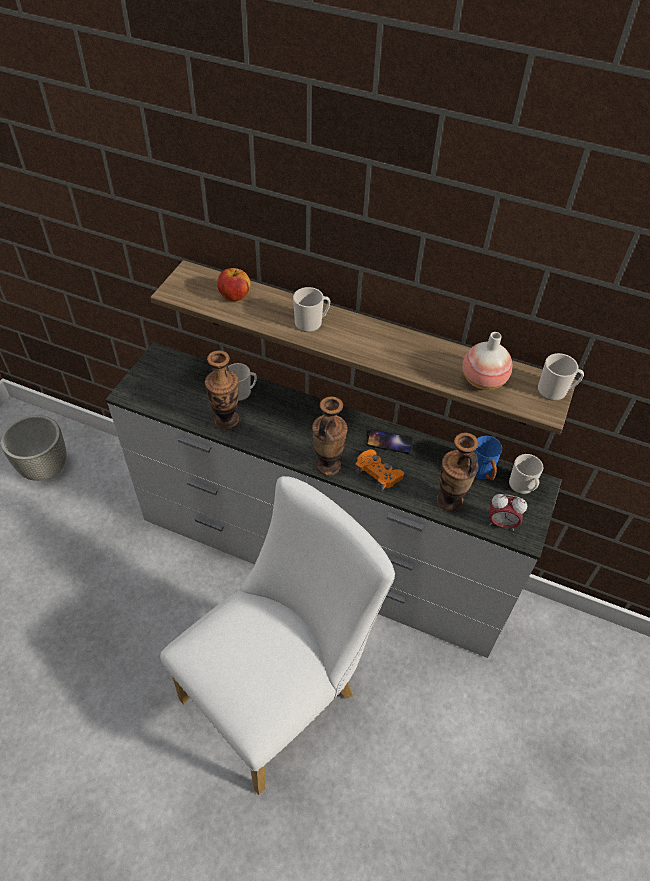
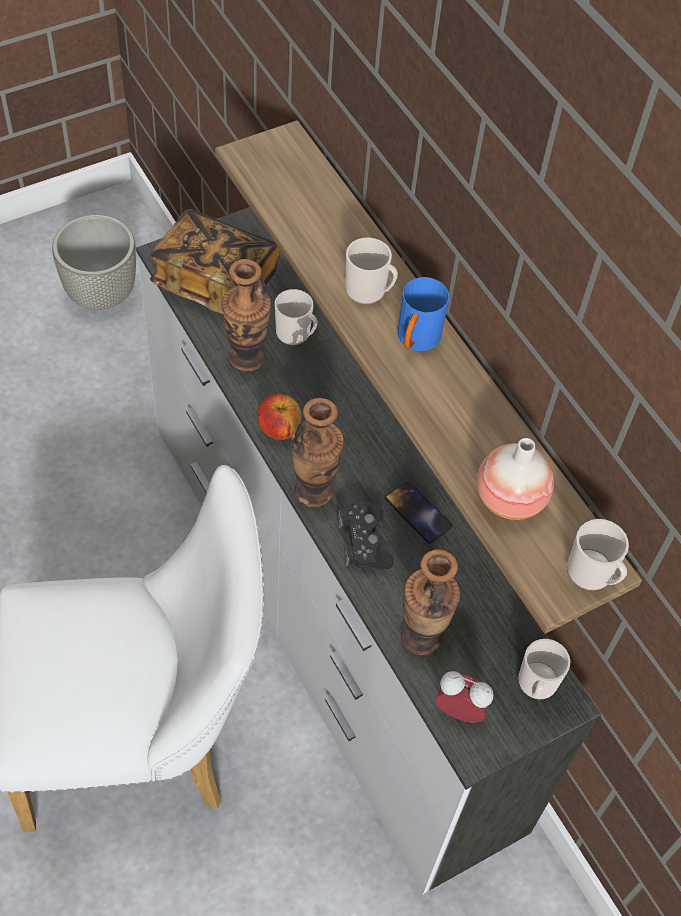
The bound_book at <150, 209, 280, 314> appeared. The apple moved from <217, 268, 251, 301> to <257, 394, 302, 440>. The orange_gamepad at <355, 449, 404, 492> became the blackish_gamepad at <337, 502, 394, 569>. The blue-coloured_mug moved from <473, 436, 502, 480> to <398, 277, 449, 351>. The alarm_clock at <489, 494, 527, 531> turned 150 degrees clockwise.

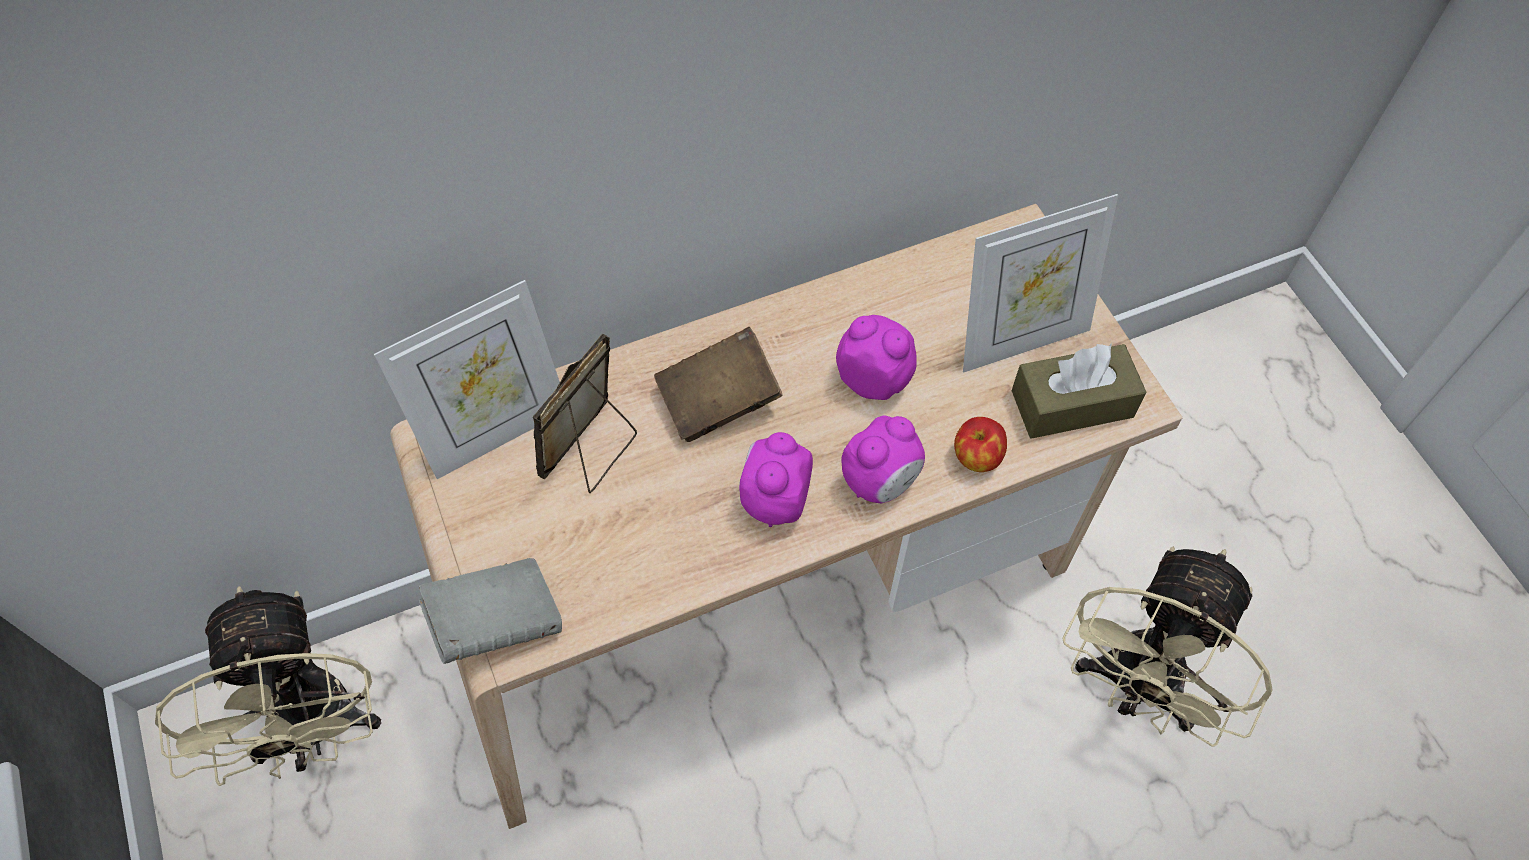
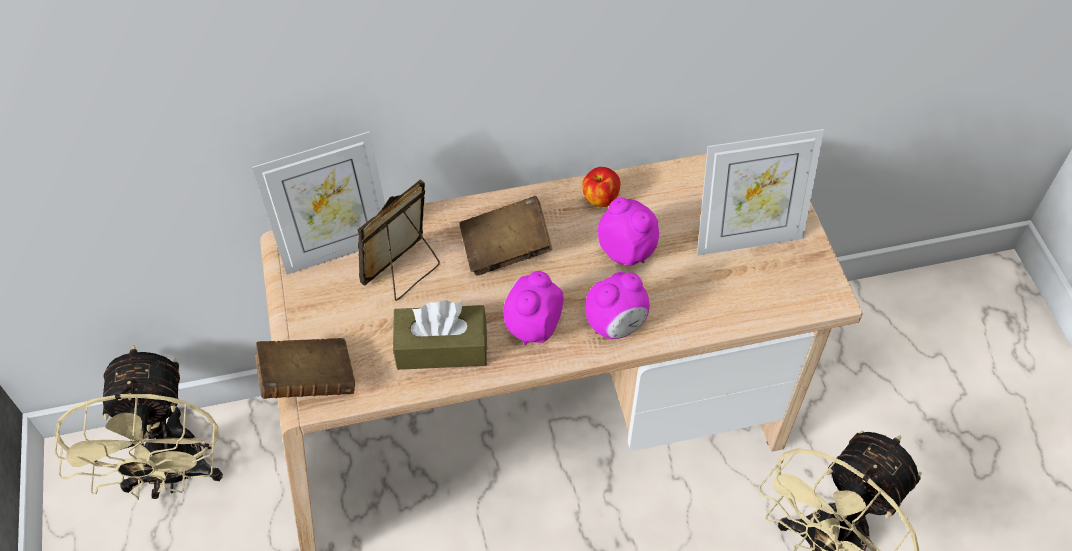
The grey_bound_book at <419, 558, 562, 664> became the brown_bound_book at <255, 338, 355, 399>. The brown_box_of_tissues moved from <1012, 343, 1146, 439> to <393, 300, 487, 370>. The apple moved from <954, 417, 1007, 472> to <582, 167, 620, 207>.

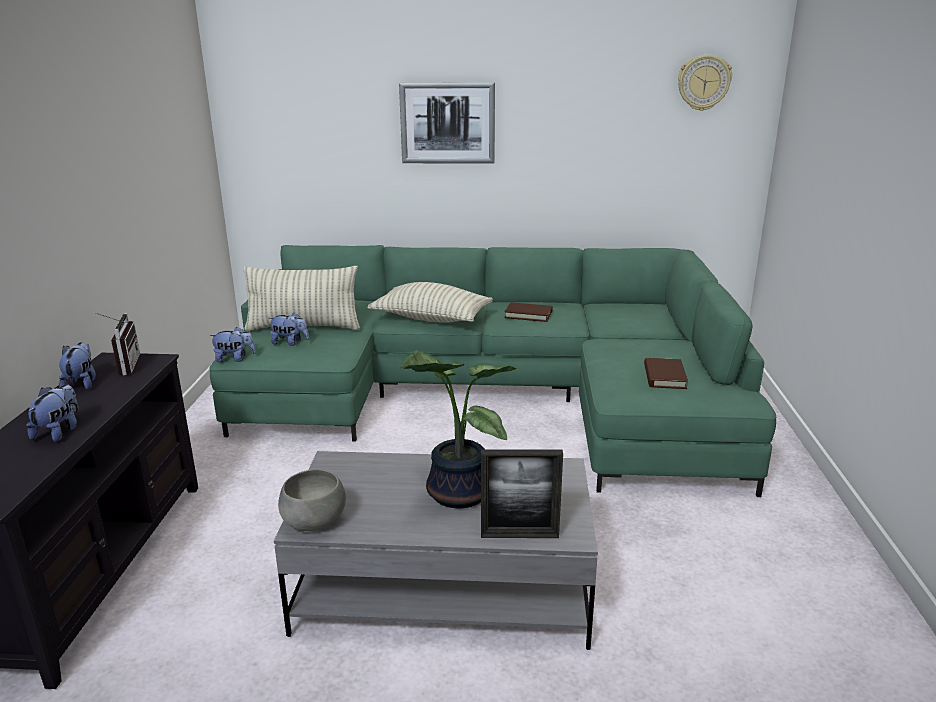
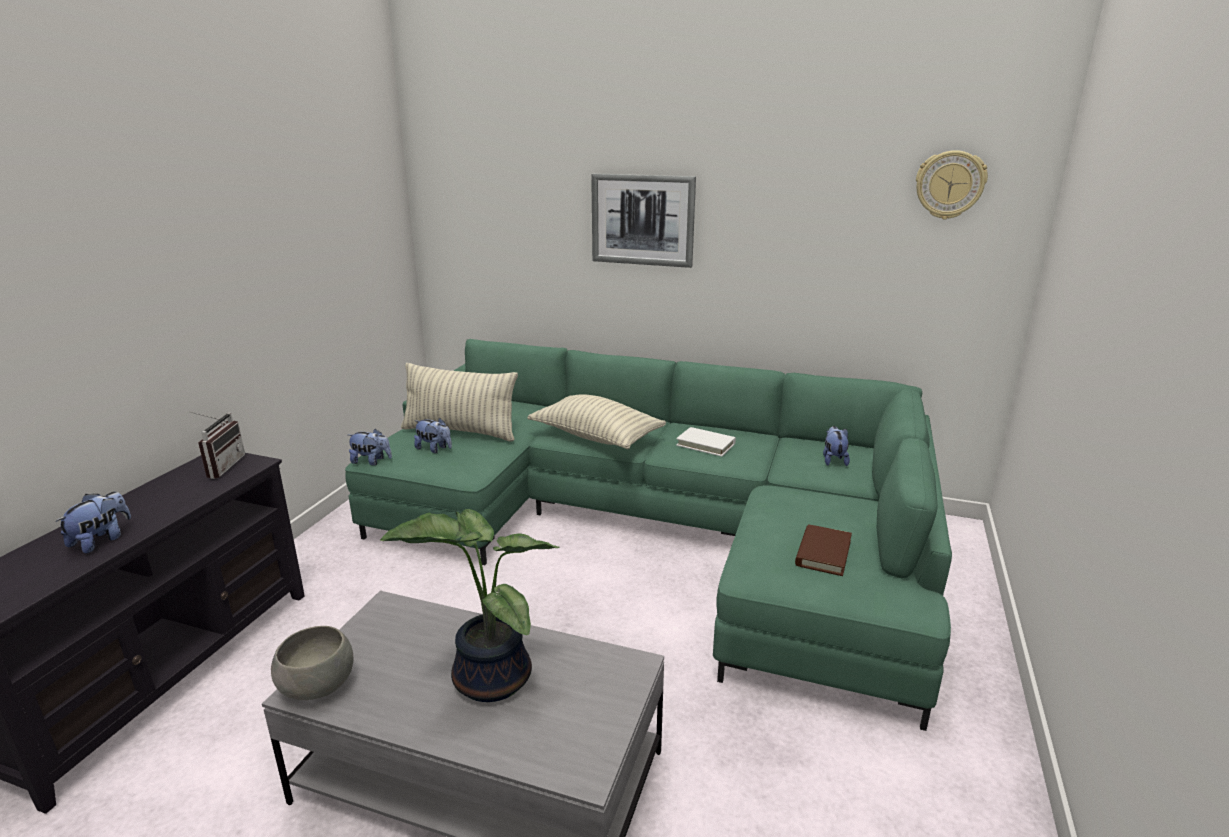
The brown_bound_book at <504, 302, 553, 322> became the white-coloured_bound_book at <676, 427, 736, 457>. The plush_toy moved from <59, 342, 96, 390> to <823, 426, 850, 466>. The photo_frame at <481, 450, 563, 538> disappeared.

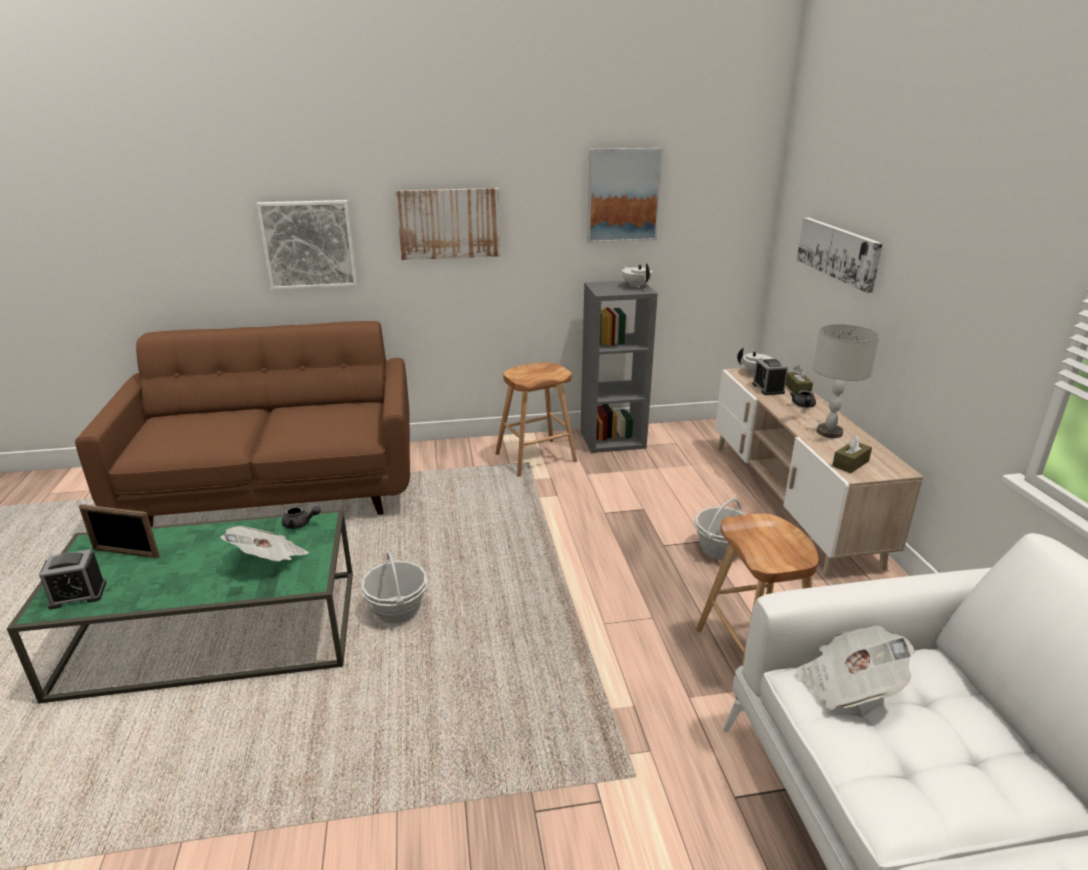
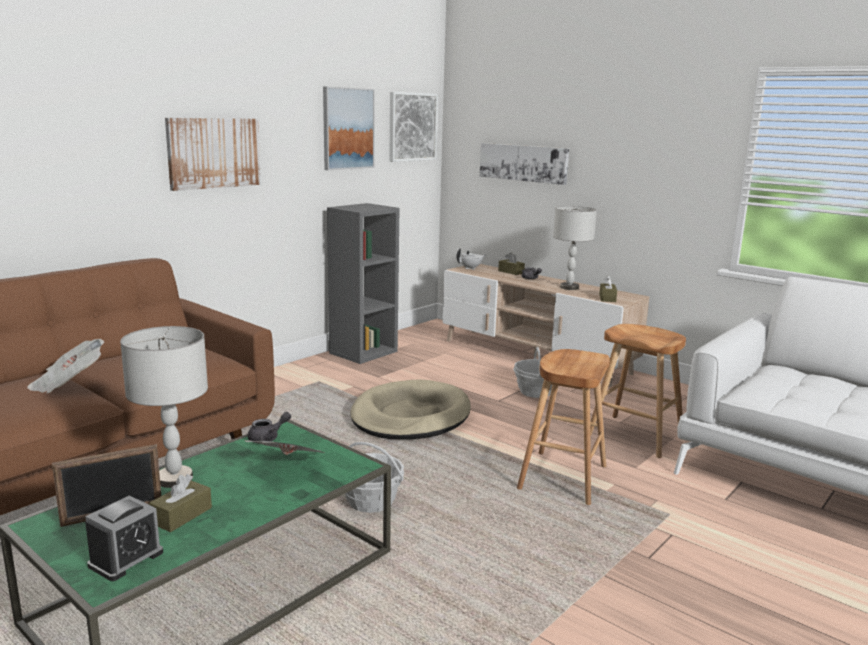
The daily_paper moved from <796, 626, 915, 710> to <27, 339, 105, 393>. The grey_lamp_for_a_table at <120, 326, 208, 488> appeared. The brown_box_of_tissues at <149, 474, 212, 532> appeared. The sand-coloured_dog_bed at <350, 379, 471, 439> appeared. The wall_picture moved from <256, 200, 357, 290> to <389, 92, 438, 162>. The brown_stool moved from <495, 362, 577, 477> to <517, 349, 610, 505>. The white-coloured_pot_for_tea at <622, 263, 652, 288> disappeared. The alarm_clock at <752, 359, 788, 395> disappeared.

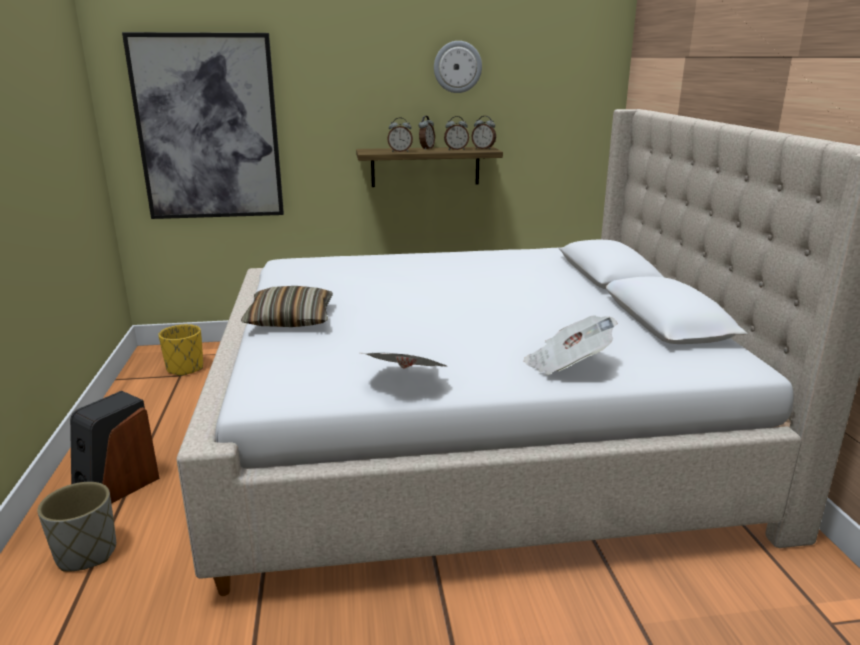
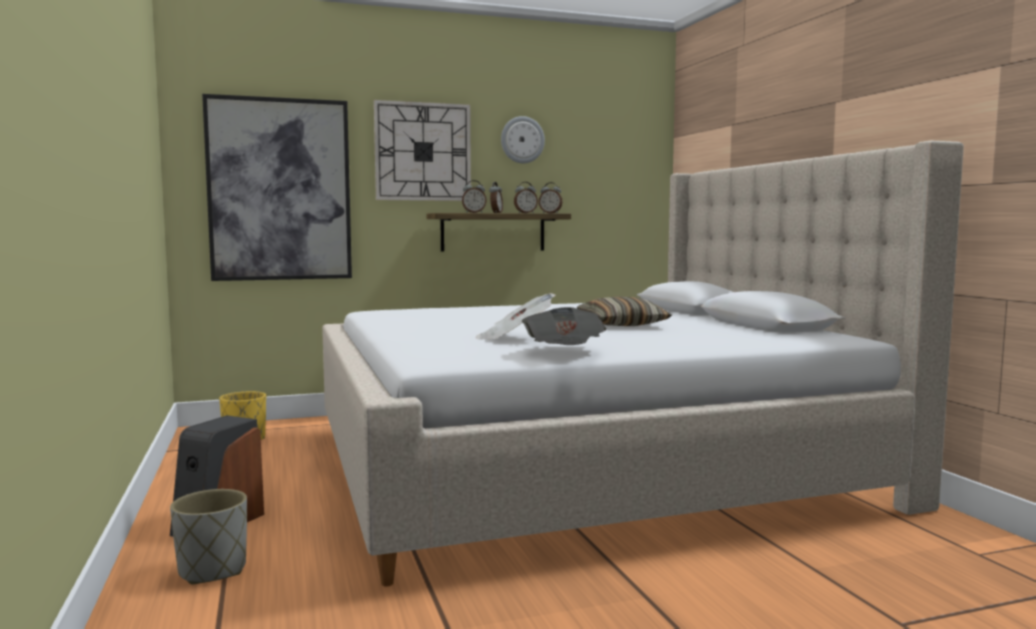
The hanging_clock at <374, 100, 471, 201> appeared. The daily_paper moved from <523, 315, 618, 375> to <475, 293, 556, 340>. The pillow moved from <241, 286, 333, 327> to <576, 296, 672, 326>.

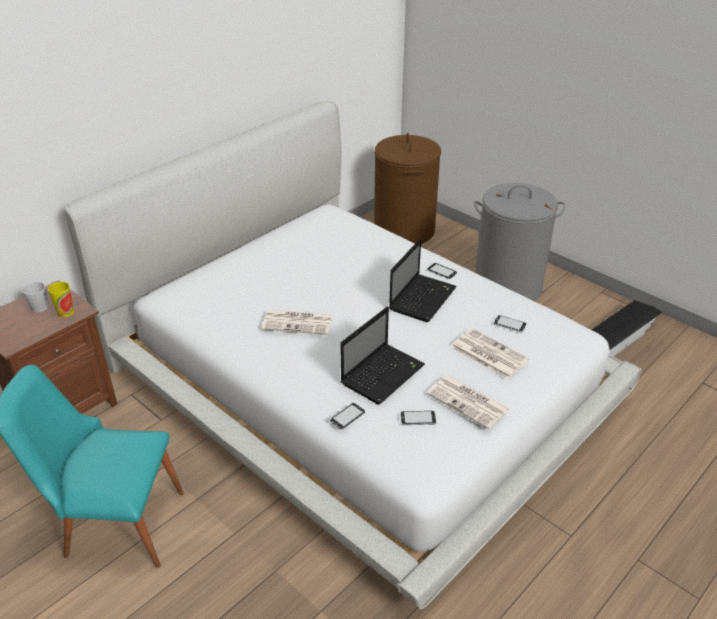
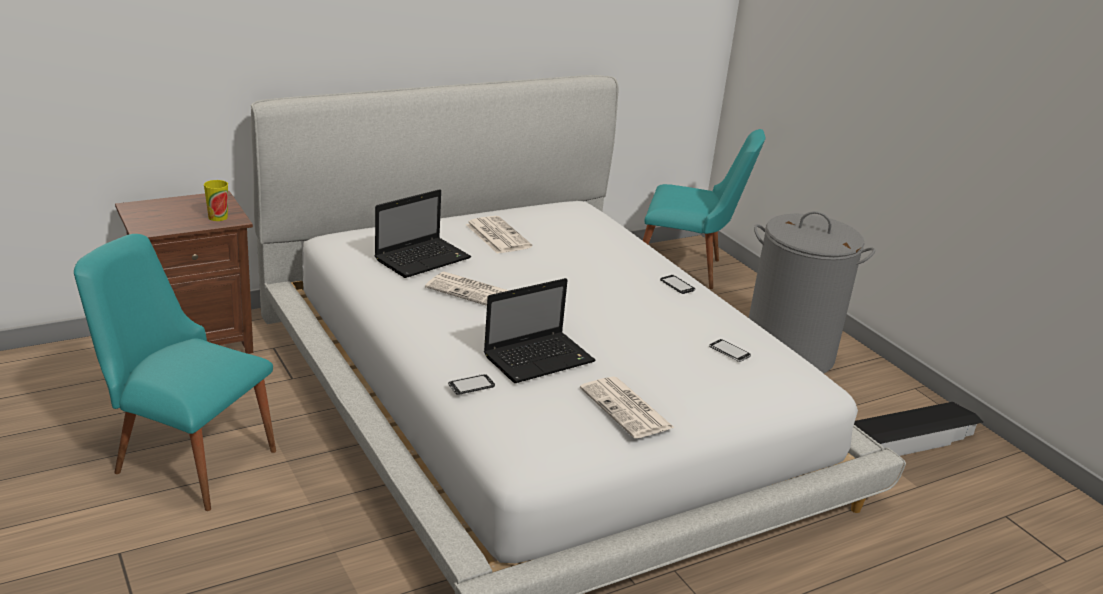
The portable_computer moved from <389, 239, 457, 322> to <375, 189, 471, 278>. The daily_paper moved from <451, 329, 529, 380> to <465, 216, 532, 254>. The brown_washing_basket at <374, 133, 441, 244> was replaced by the blue-green_chair at <643, 129, 765, 289>. The grey_mug at <22, 282, 48, 312> disappeared. The phone at <401, 411, 436, 426> disappeared.

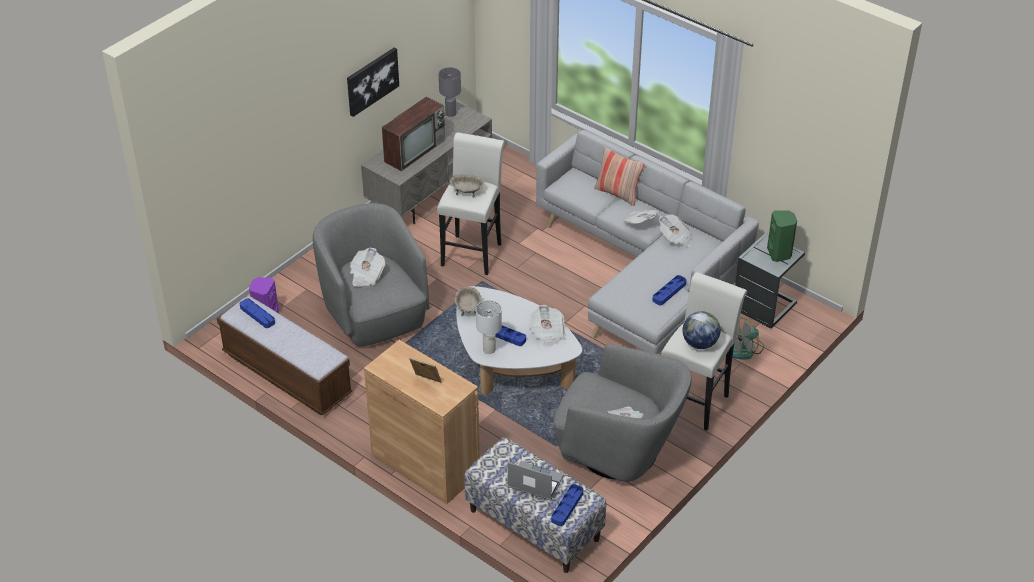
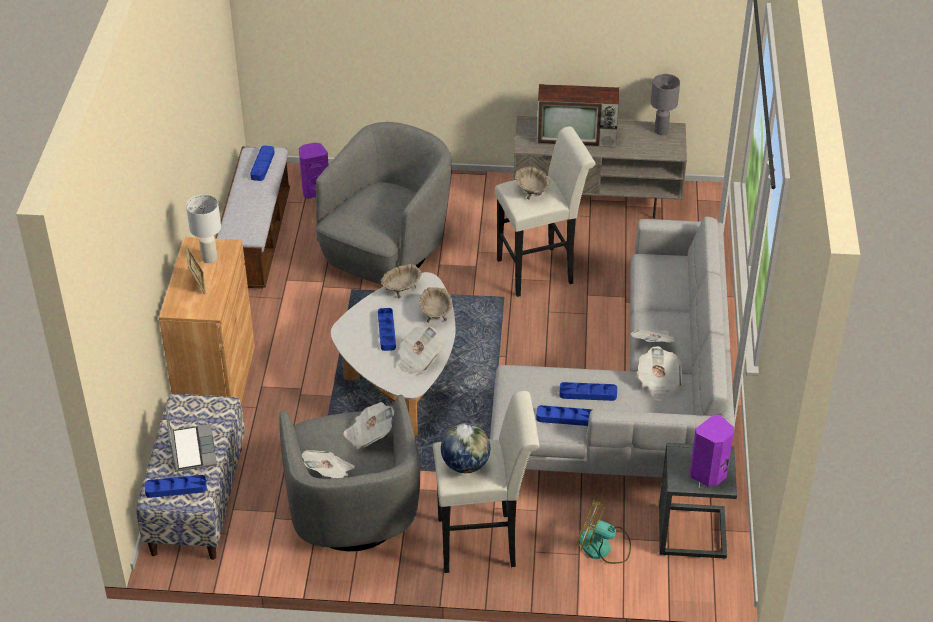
The white-coloured_lamp_for_a_table moved from <476, 300, 502, 354> to <186, 194, 221, 263>. The daily_paper moved from <350, 248, 385, 287> to <344, 402, 394, 449>. The sand-coloured_deep_dish at <419, 287, 453, 323> appeared. The blue-coloured_carrying_tray at <560, 382, 617, 401> appeared. The greenish_loudspeaker at <767, 211, 797, 262> became the purple_loudspeaker at <690, 415, 734, 487>. The wall_picture at <347, 48, 399, 117> disappeared. The pillow at <594, 147, 645, 206> disappeared.

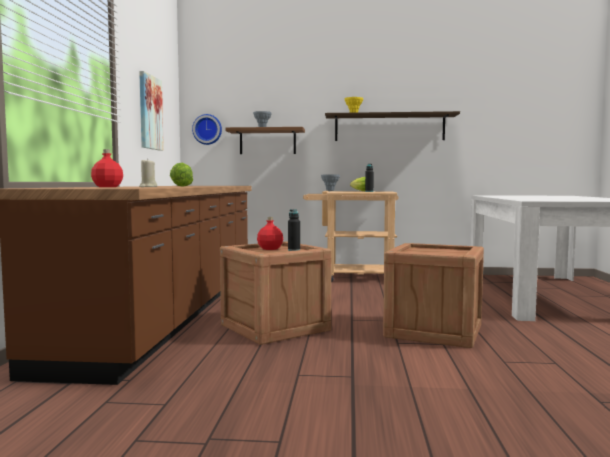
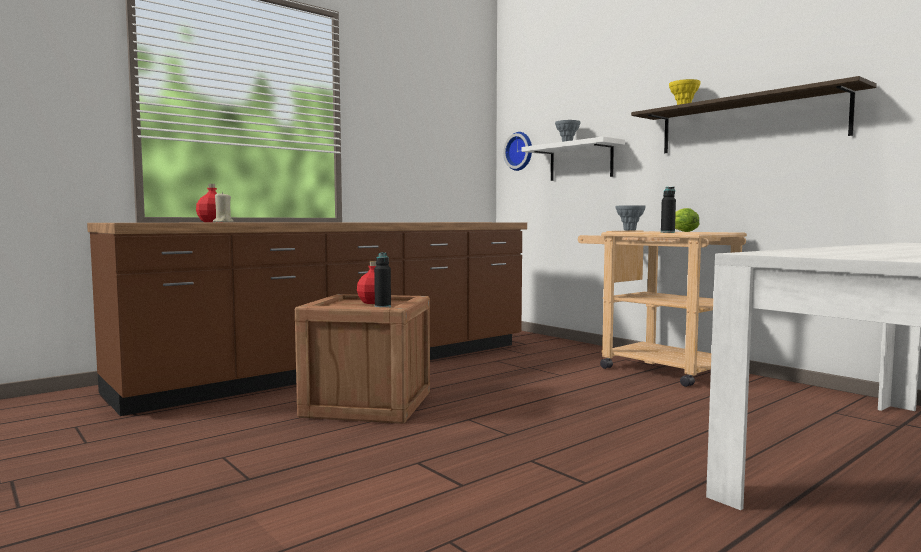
The brown_shelf at <226, 127, 305, 154> became the white-coloured_shelf at <521, 136, 625, 181>. The wall_picture at <139, 71, 164, 151> disappeared. The lettuce_head at <170, 163, 193, 187> disappeared. The crate at <383, 243, 484, 348> disappeared.

